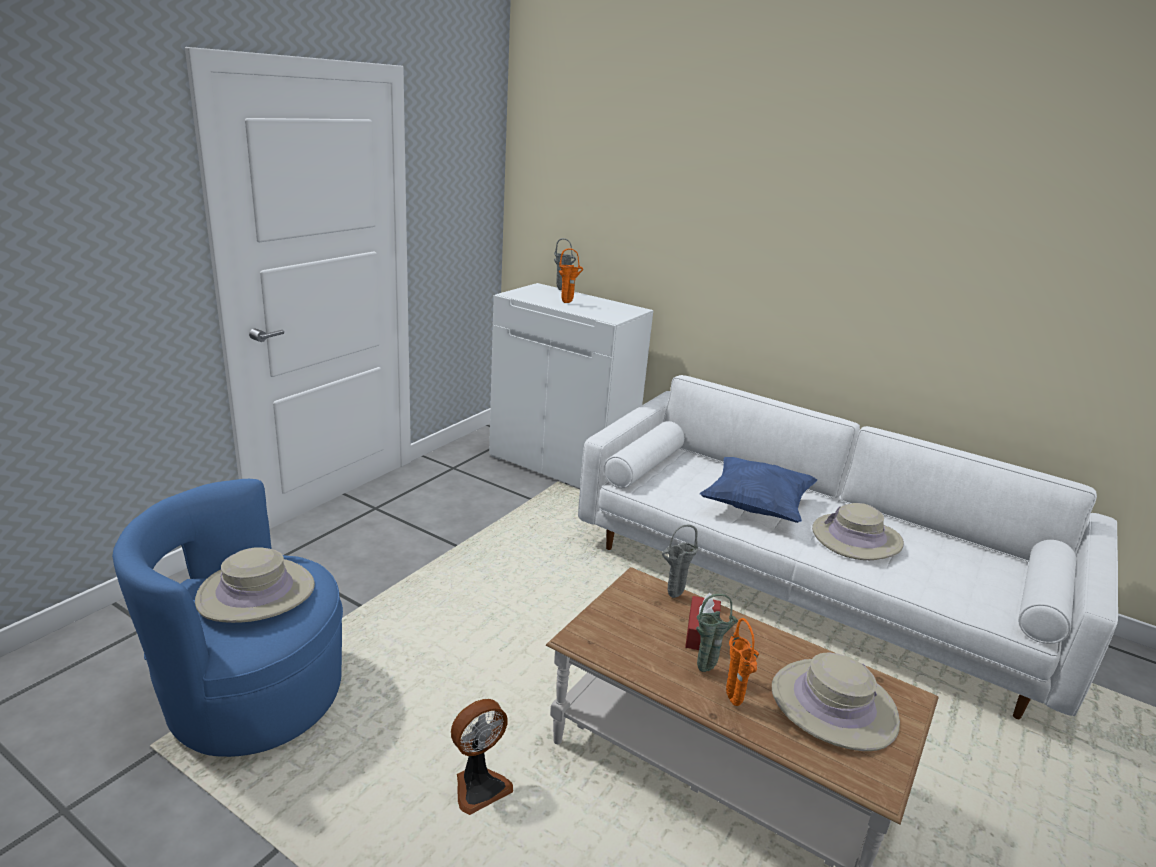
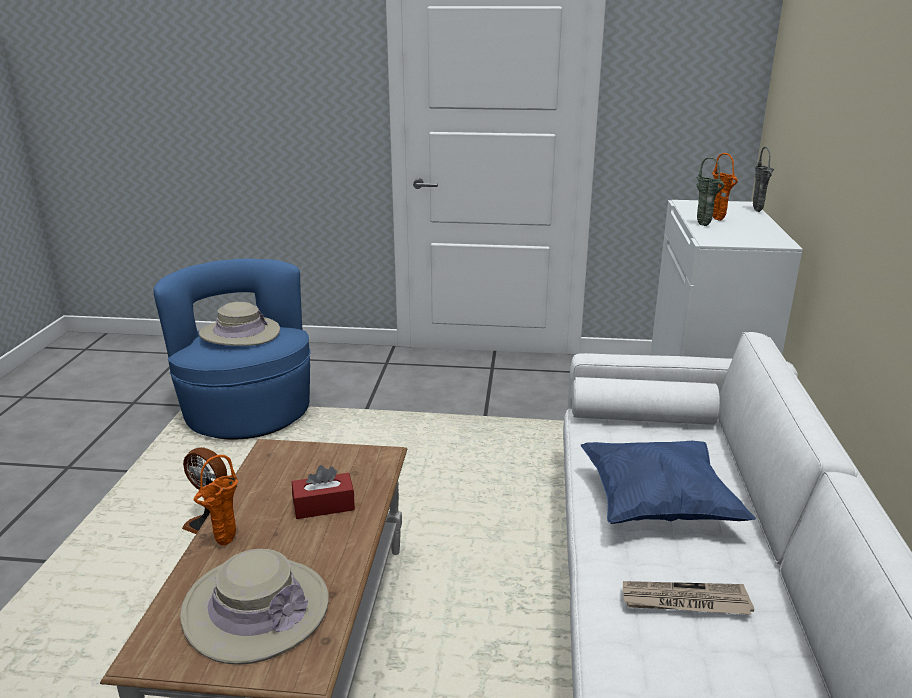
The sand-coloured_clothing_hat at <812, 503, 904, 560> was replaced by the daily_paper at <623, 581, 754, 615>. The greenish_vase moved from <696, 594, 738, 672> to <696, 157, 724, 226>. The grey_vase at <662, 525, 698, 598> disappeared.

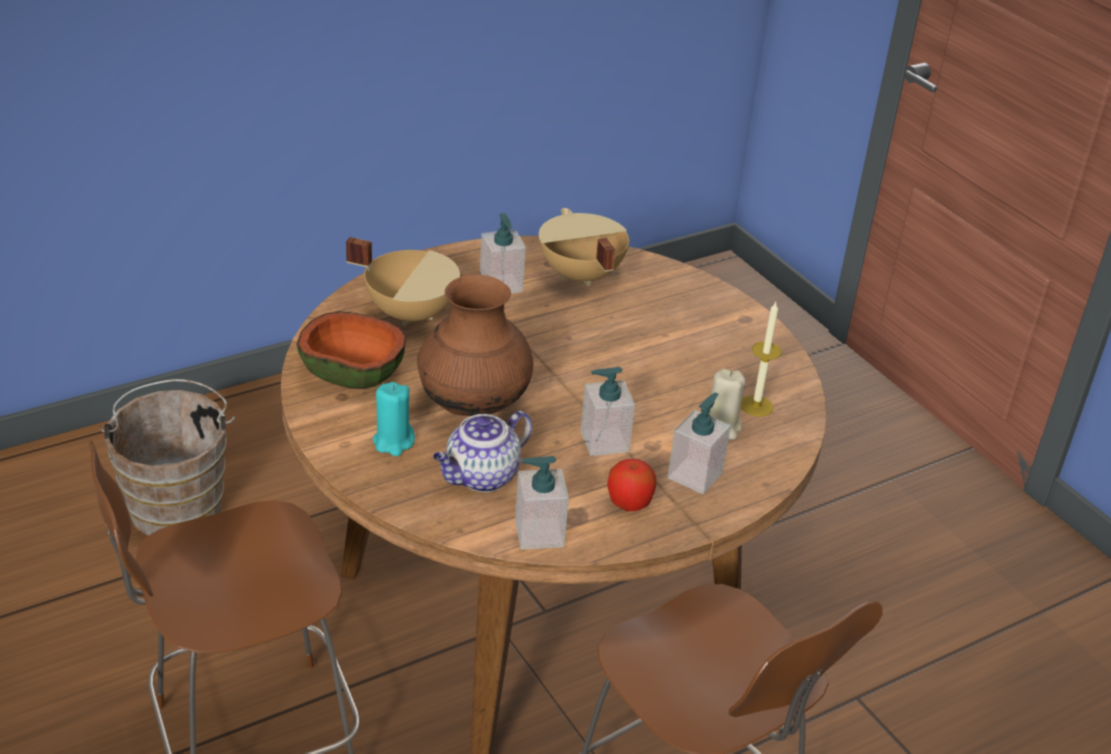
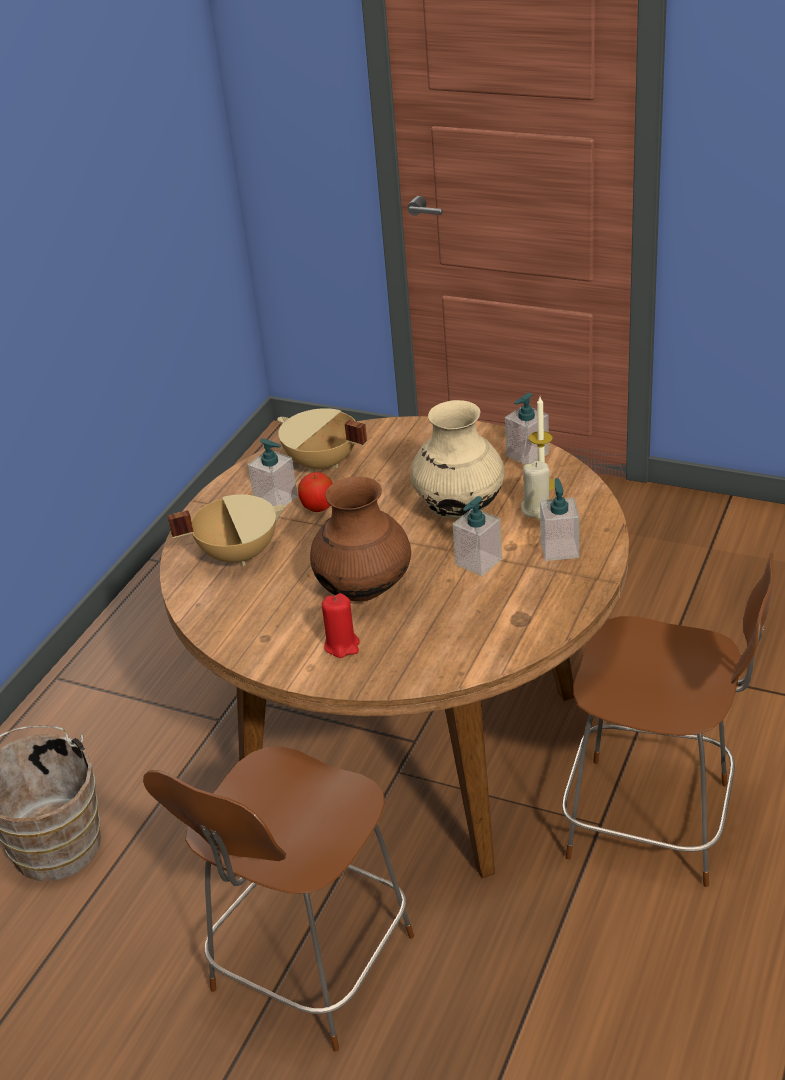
The apple moved from <607, 459, 656, 511> to <298, 472, 333, 512>. The blue-green_candle at <373, 382, 415, 456> became the red-coloured_candle at <322, 593, 360, 658>. The sand-coloured_vase at <410, 400, 505, 519> appeared. The soap_dispenser moved from <515, 456, 569, 550> to <505, 393, 549, 465>. The deep_dish at <297, 311, 406, 389> disappeared. The pot_for_tea at <433, 411, 532, 492> disappeared.

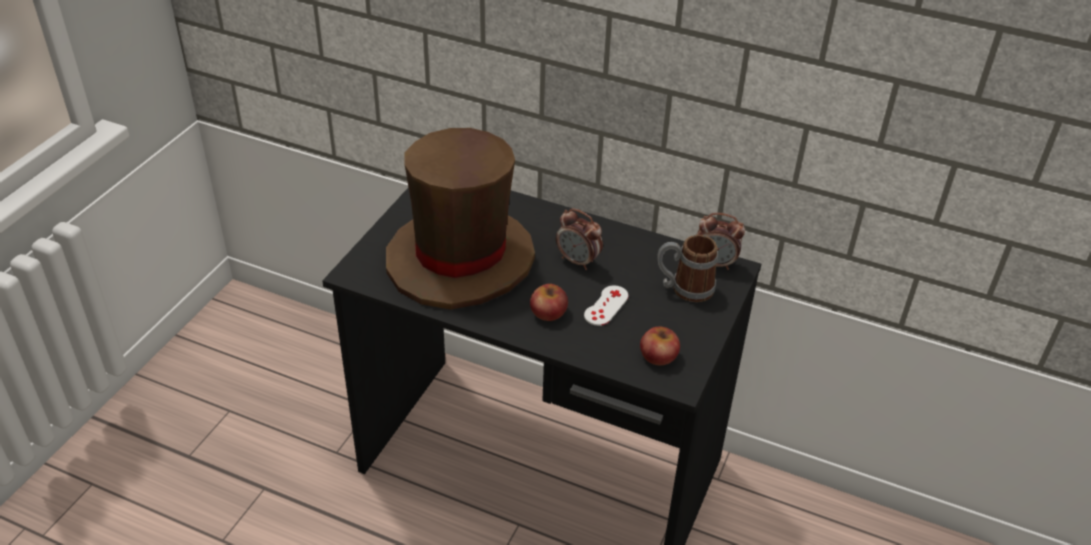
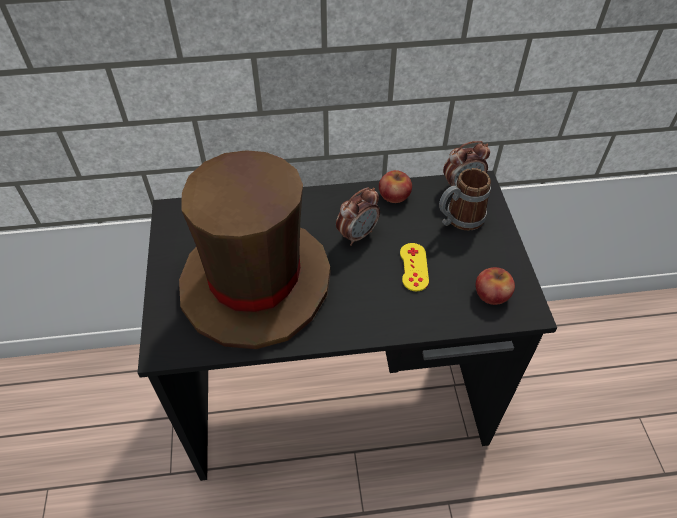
The alarm_clock at <556, 208, 603, 270> turned 45 degrees counterclockwise. The apple moved from <530, 284, 568, 321> to <379, 170, 412, 203>. The white-coloured_gamepad at <584, 286, 629, 326> became the yellow-coloured_gamepad at <400, 243, 429, 291>.

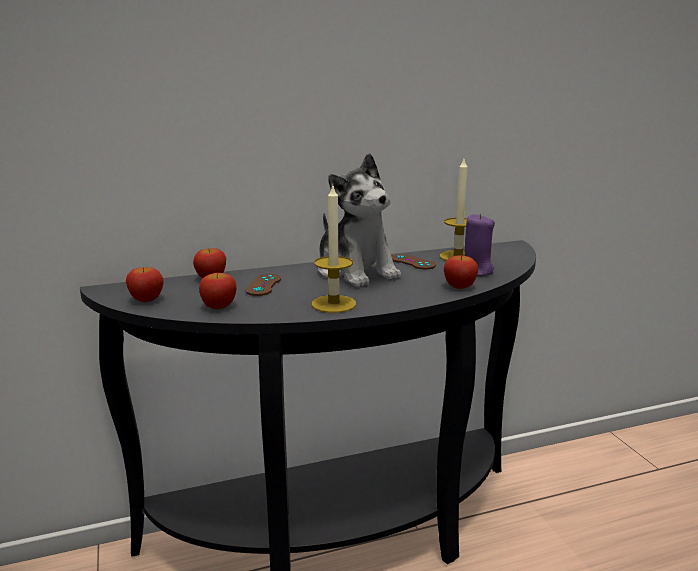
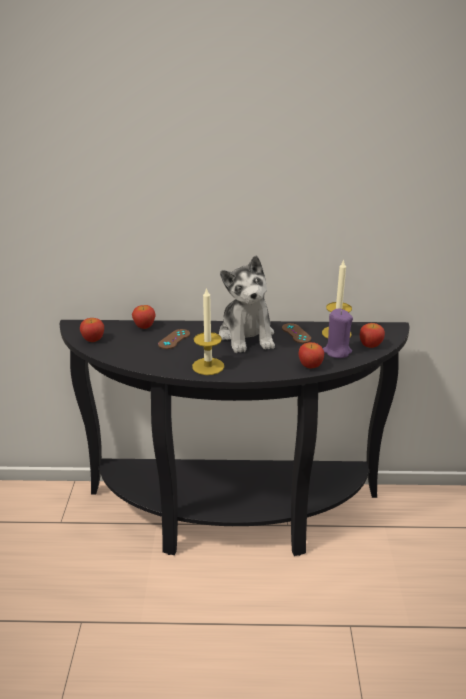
The apple moved from <199, 273, 237, 309> to <360, 323, 385, 348>.

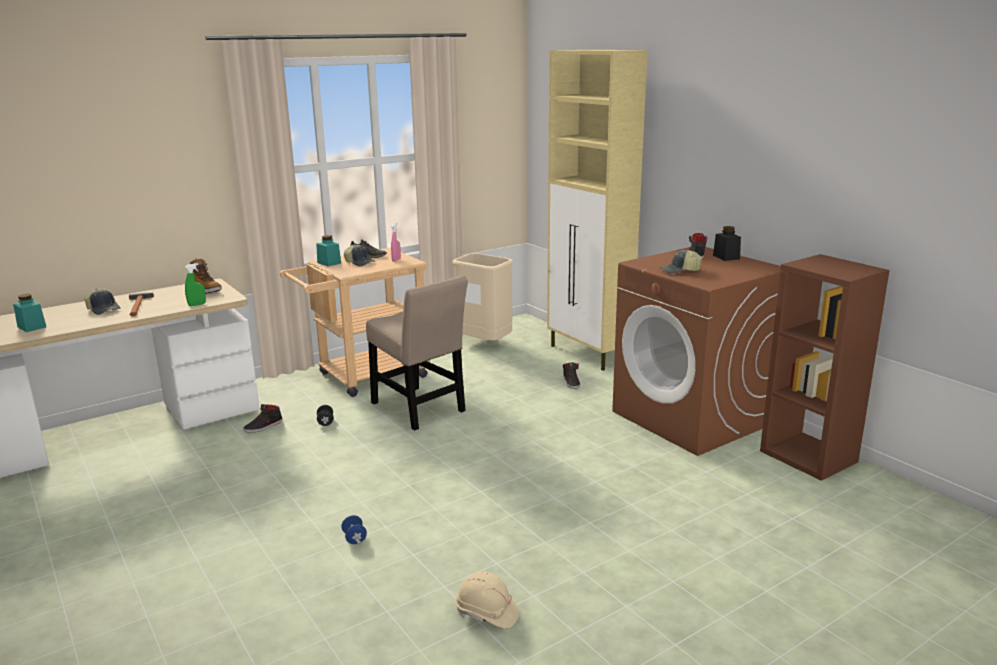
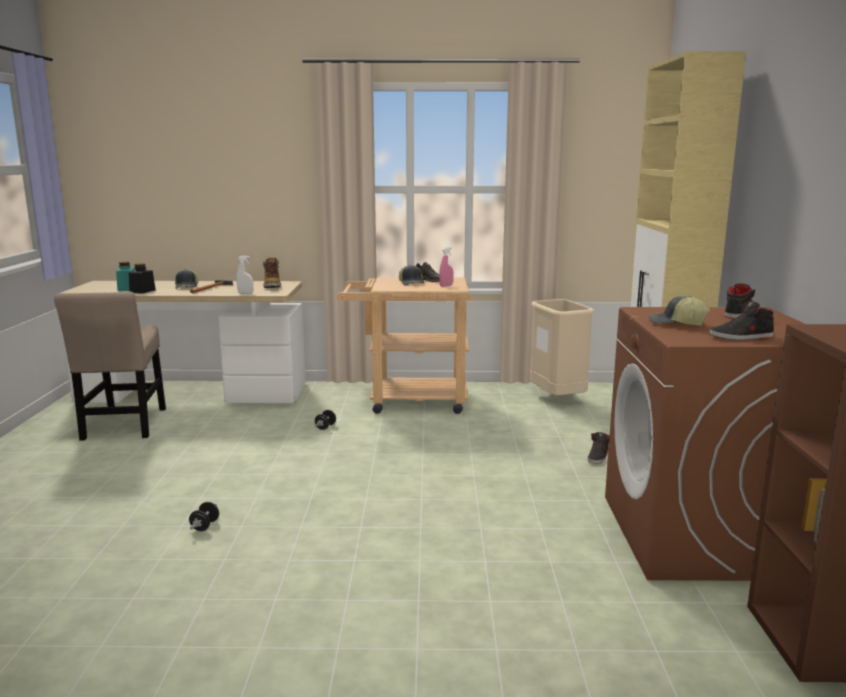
The sand-coloured_chair moved from <366, 275, 468, 430> to <54, 292, 166, 441>. The blackish_storage_jar moved from <713, 226, 741, 261> to <129, 263, 156, 294>. The blue-coloured_hand_weight at <341, 515, 367, 544> became the blackish_hand_weight at <189, 502, 219, 531>. The greenish_hand_sprayer at <185, 263, 206, 306> became the white-coloured_hand_sprayer at <236, 256, 253, 294>. The blackish_shoe moved from <243, 404, 282, 433> to <709, 301, 774, 340>. The blue-green_storage_jar at <316, 235, 341, 267> disappeared. The sand-coloured_work_helmet at <456, 572, 519, 629> disappeared.

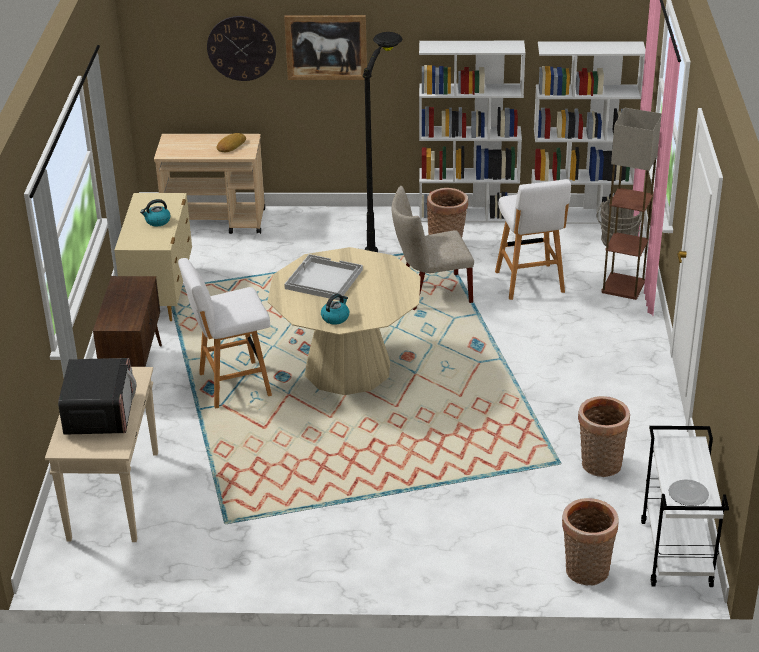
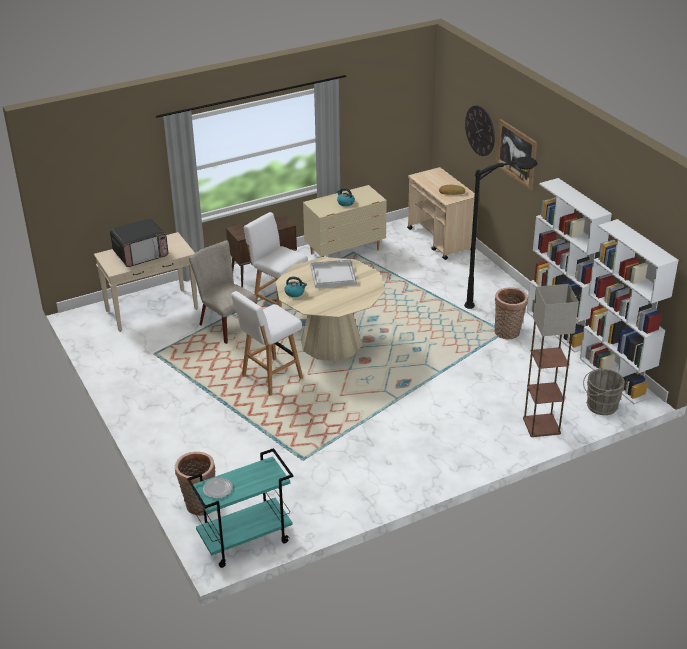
The white-coloured_cart at <641, 426, 729, 587> became the blue-green_cart at <187, 448, 293, 568>. The sand-coloured_chair moved from <392, 186, 474, 310> to <189, 240, 256, 344>. The white-coloured_stool moved from <495, 179, 571, 300> to <231, 291, 303, 396>. The basket at <578, 396, 630, 477> disappeared.

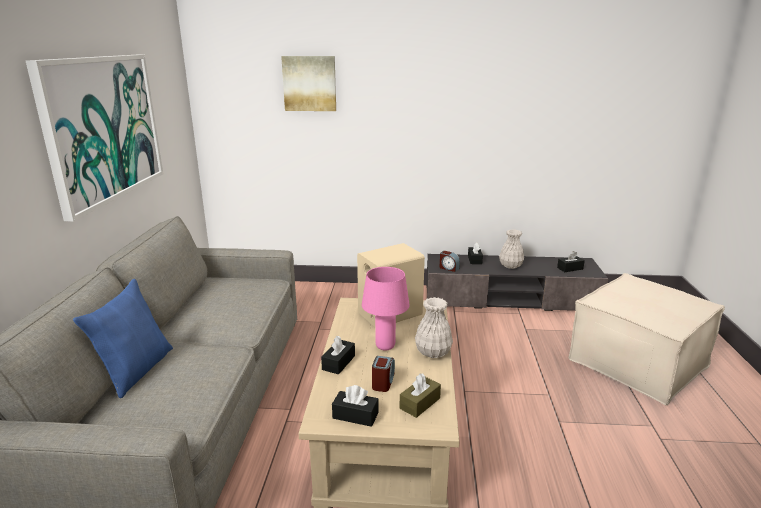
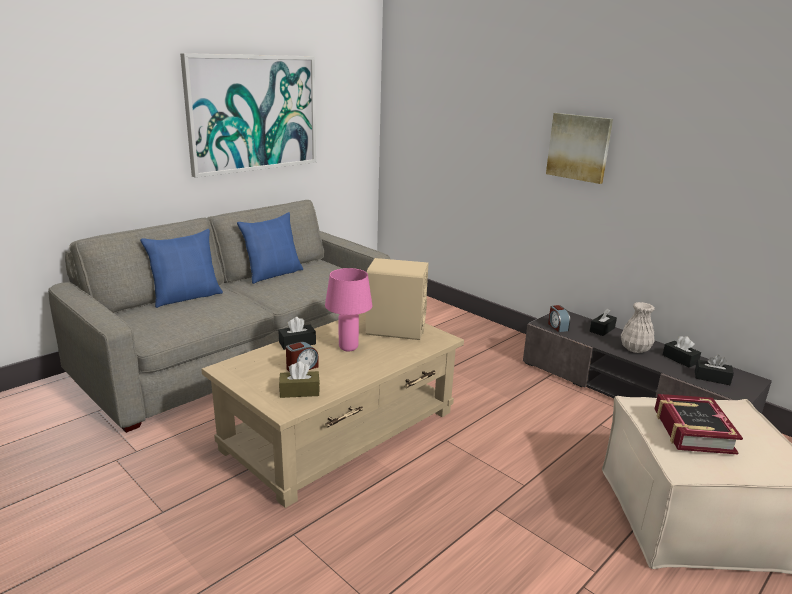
The blue-coloured_pillow at <237, 212, 303, 284> appeared. The wall_picture moved from <281, 56, 336, 111> to <546, 113, 613, 184>. The bound_book at <655, 394, 743, 454> appeared. The blackish_box_of_tissues moved from <332, 385, 378, 427> to <663, 336, 701, 368>. The white-coloured_vase at <415, 297, 453, 358> disappeared.

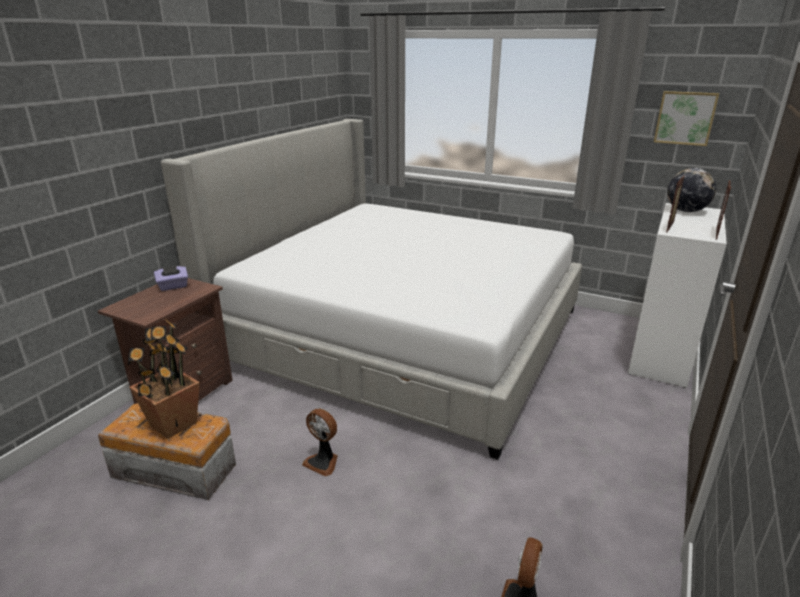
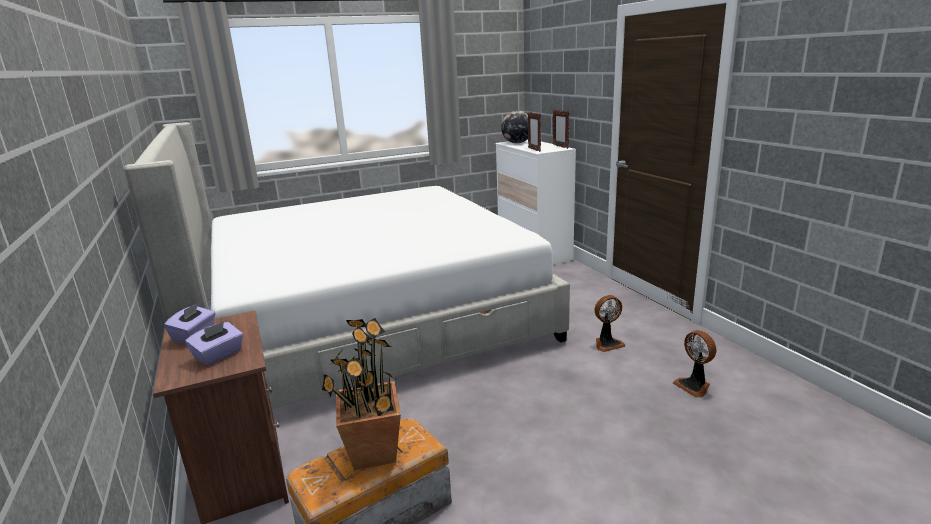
The purple_box_of_tissues at <185, 321, 243, 366> appeared. The fan moved from <302, 409, 338, 477> to <595, 295, 625, 352>. The wall_picture at <654, 91, 719, 146> disappeared.

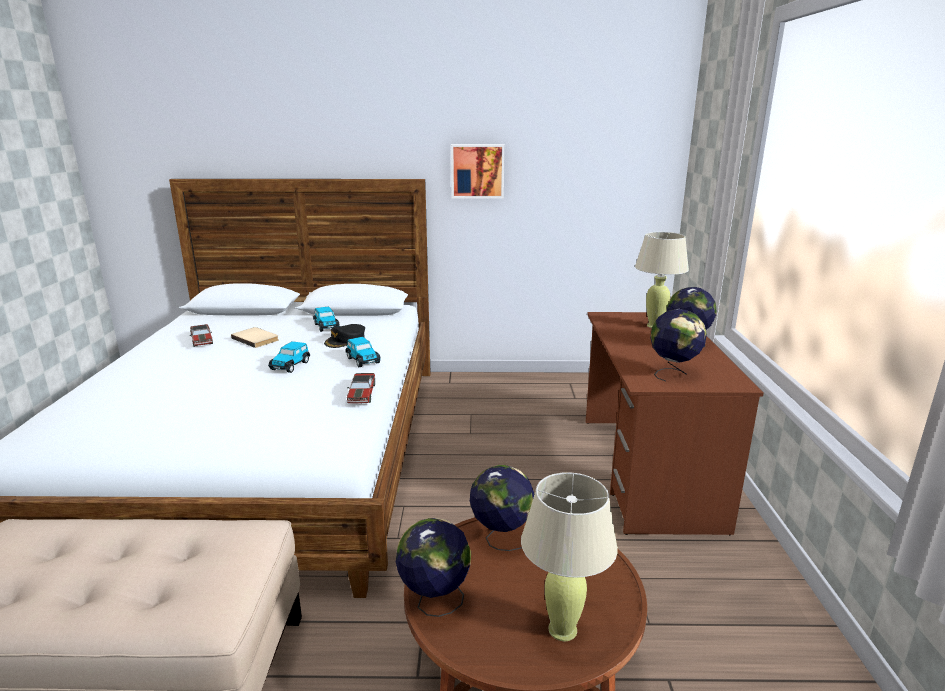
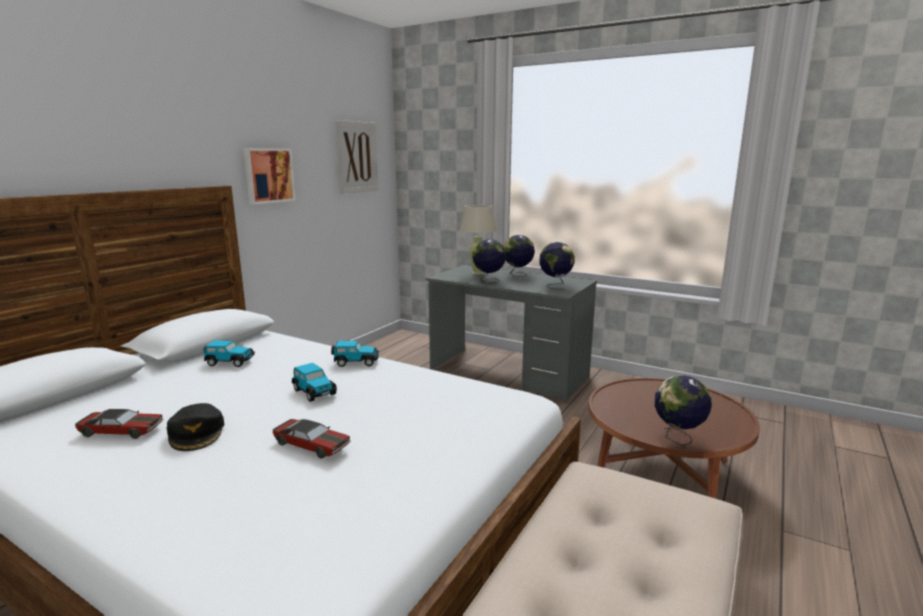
The blackish_baseball_cap moved from <324, 324, 365, 348> to <167, 403, 224, 451>. The toy_car moved from <347, 373, 375, 403> to <273, 419, 350, 459>. The wall_picture at <335, 120, 378, 194> appeared. The brown_desk_unit at <586, 312, 764, 535> became the grey_desk_unit at <426, 265, 597, 402>. The globe moved from <470, 465, 534, 551> to <473, 239, 506, 283>. The sand-coloured_bound_book at <231, 327, 279, 348> disappeared. The sand-coloured_lamp_for_a_table at <521, 472, 618, 641> disappeared.

